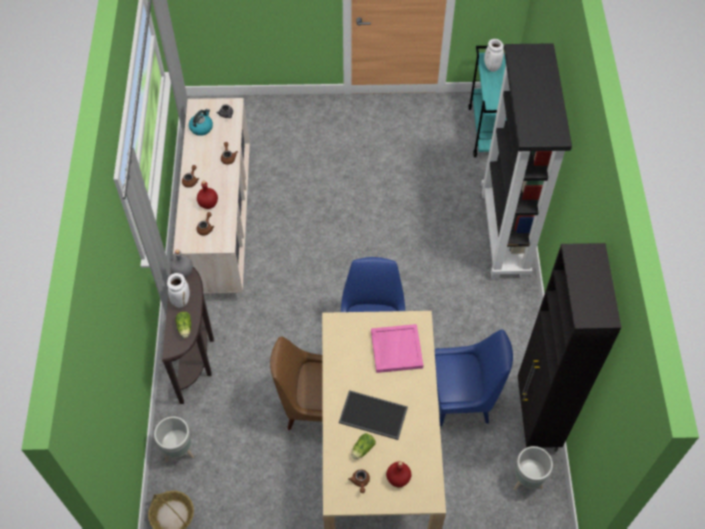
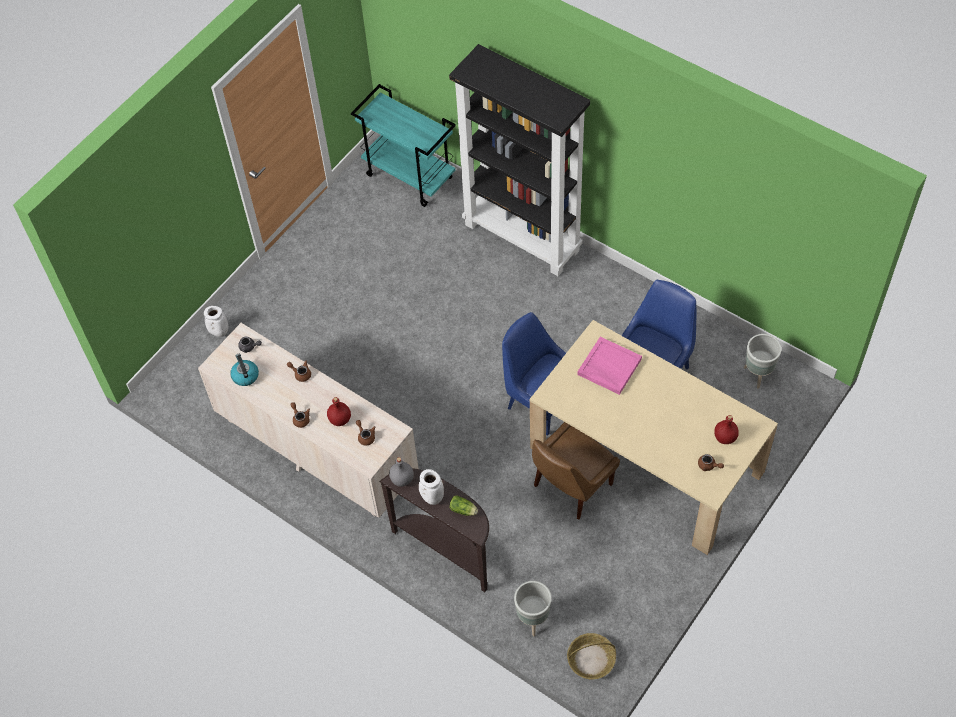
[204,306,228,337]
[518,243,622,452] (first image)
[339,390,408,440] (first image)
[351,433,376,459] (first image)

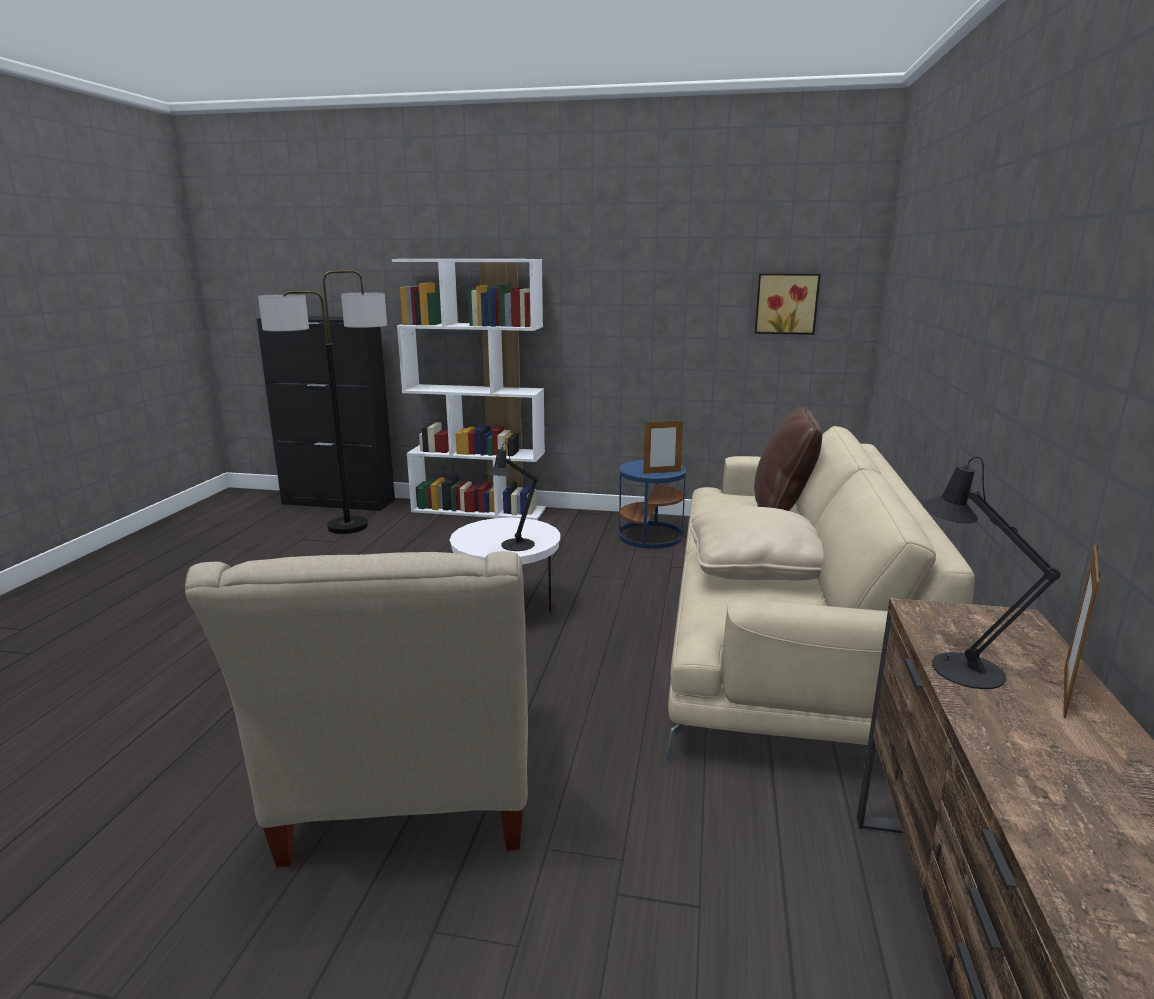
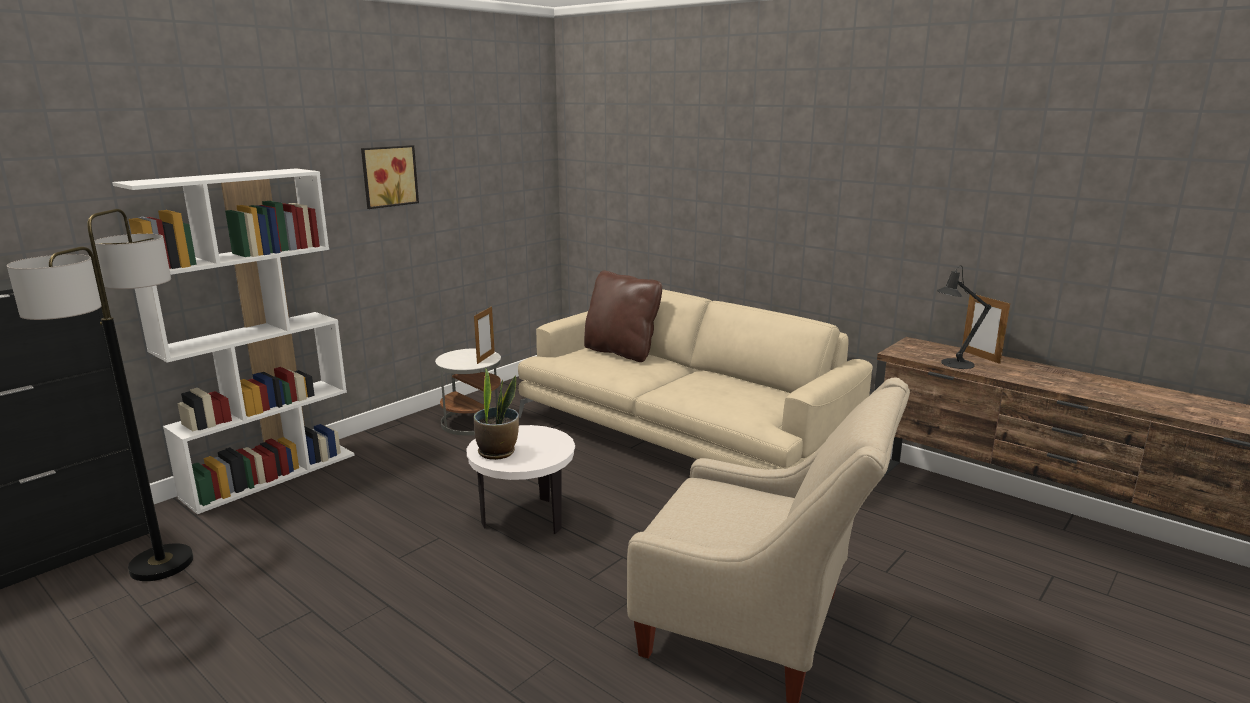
[361,145,419,209]
[486,442,538,551] (first image)
[435,349,501,436]
[690,506,823,581] (first image)
[474,368,519,460]

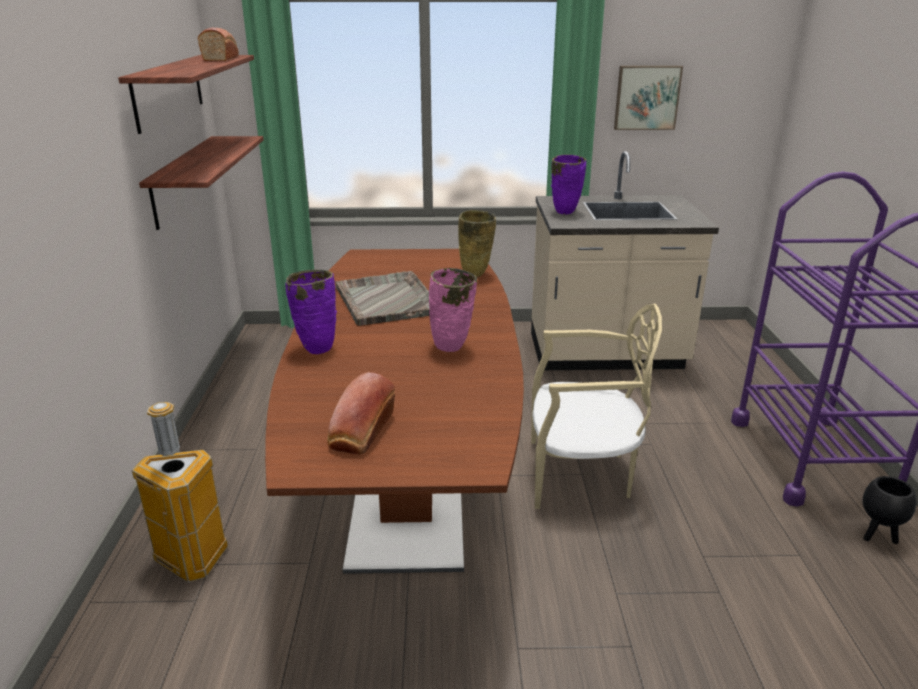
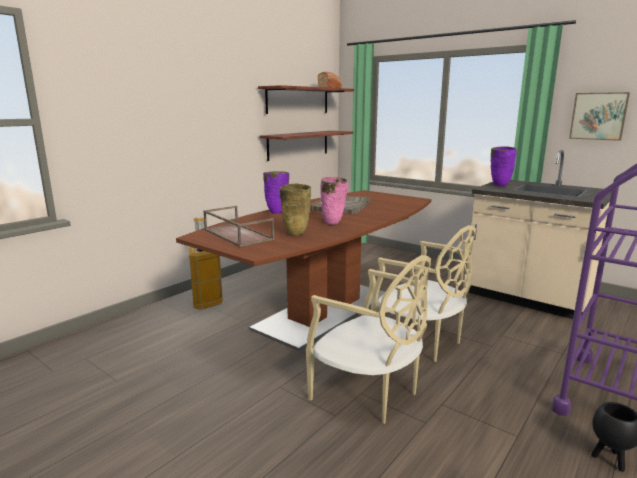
[280,184,311,236]
[203,206,275,247]
[306,255,431,424]

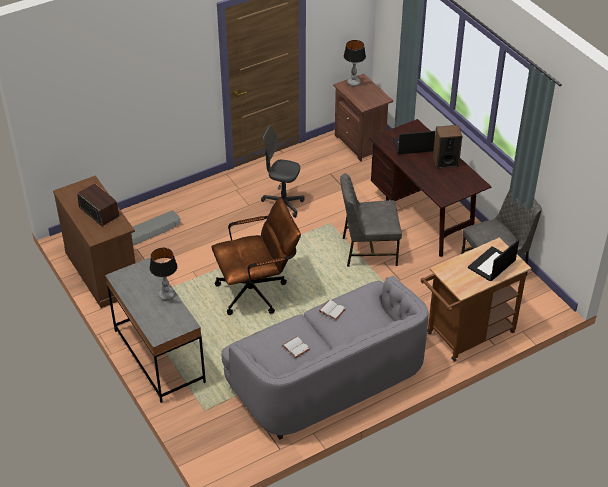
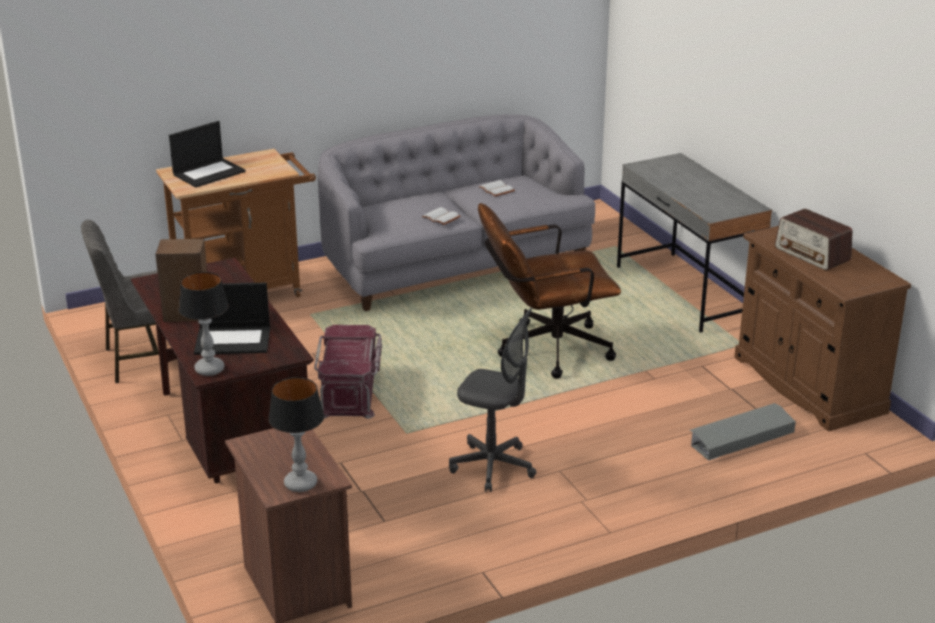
[314,325,382,419]
[179,272,229,376]

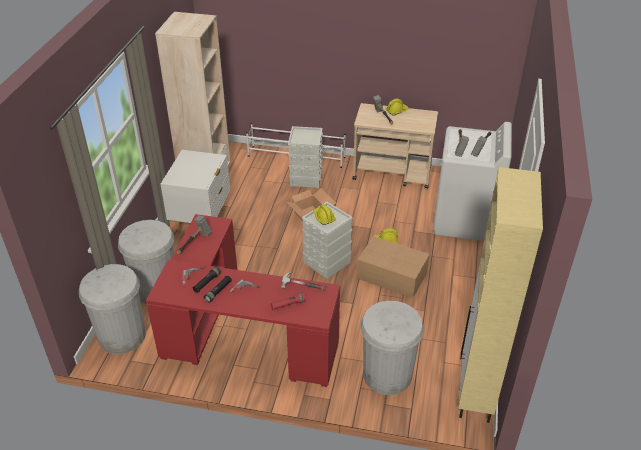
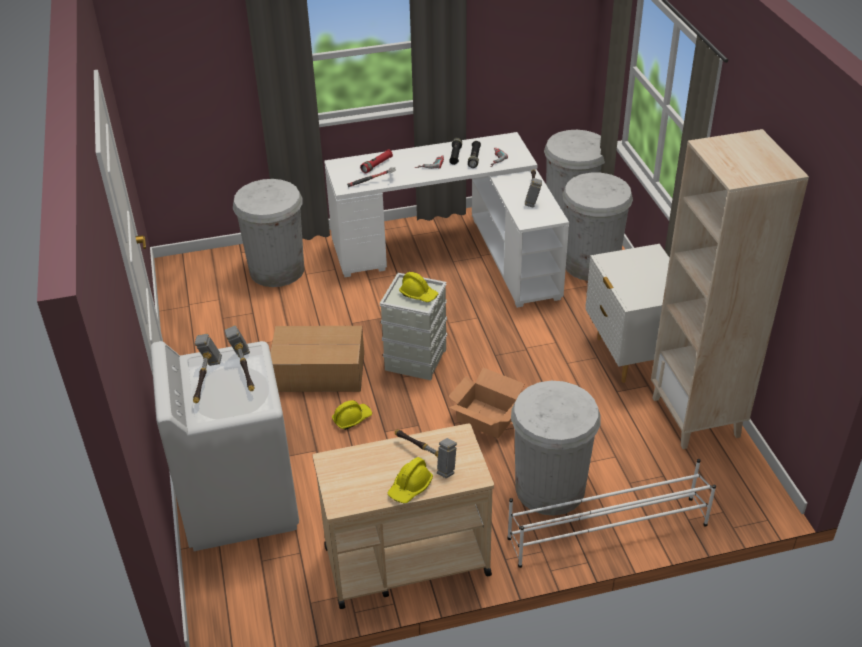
[511,381,601,516]
[458,167,543,423] (first image)
[324,132,569,308]

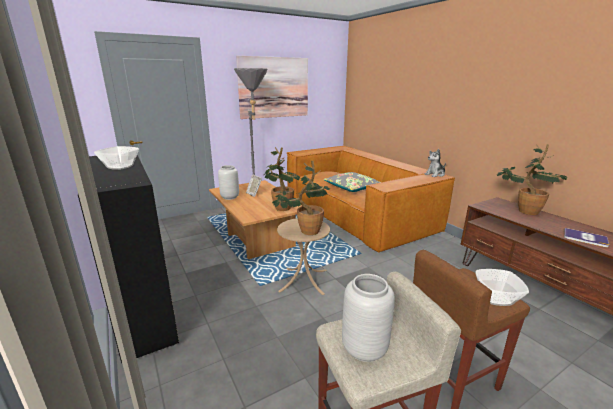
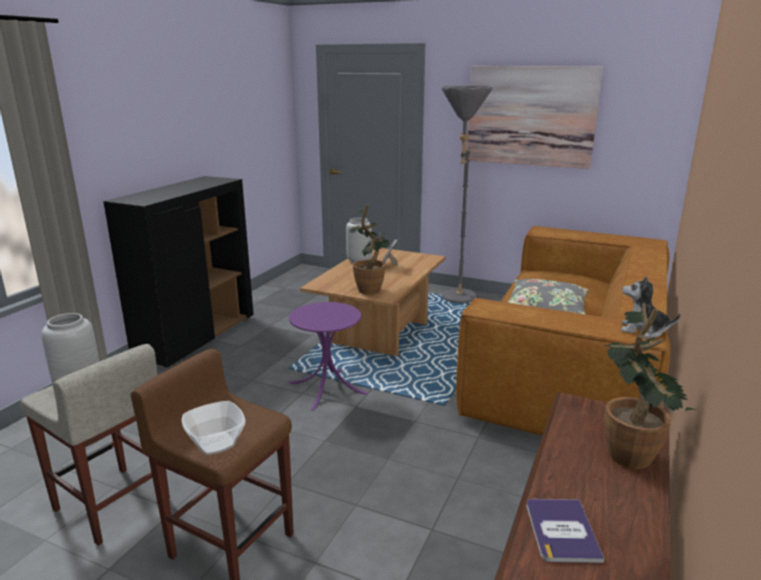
[94,146,139,170] (first image)
[272,161,330,235] (first image)
[289,302,368,410]

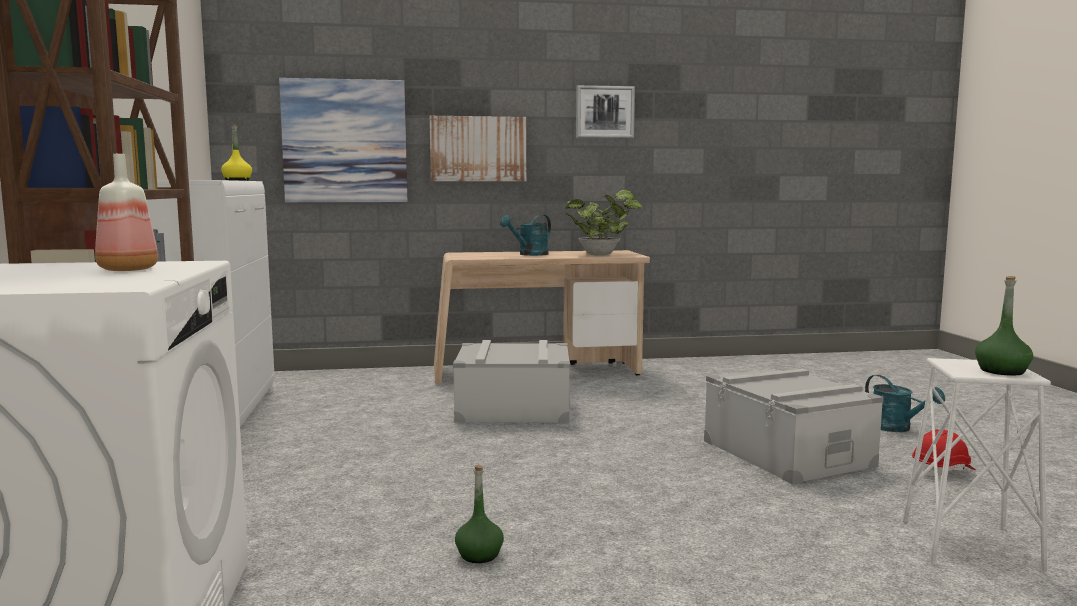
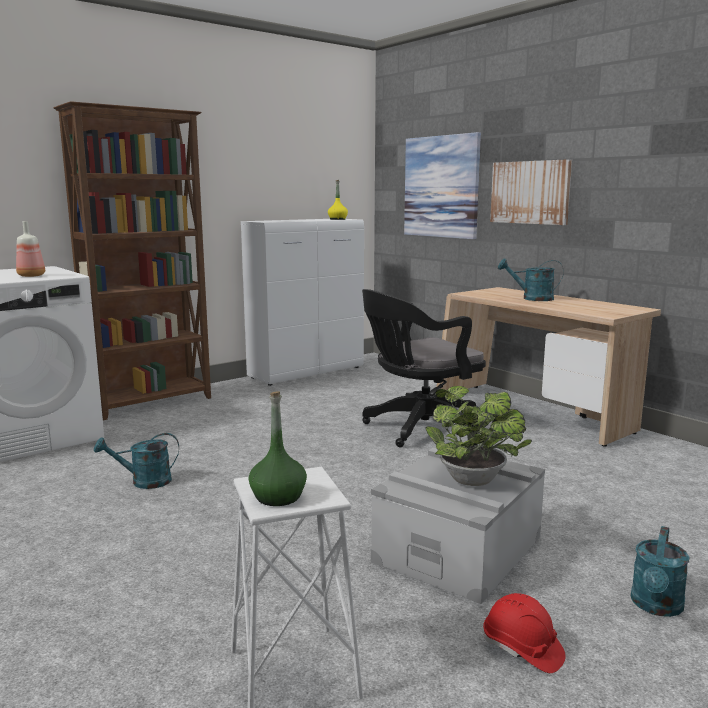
[576,85,635,139] (first image)
[425,386,532,486]
[362,289,486,447]
[94,433,179,489]

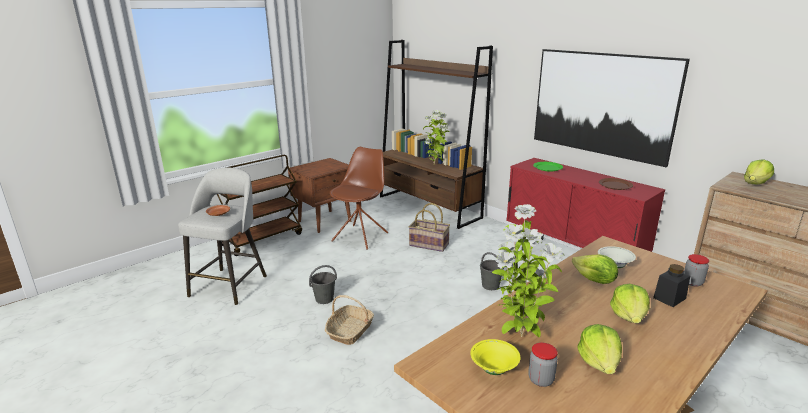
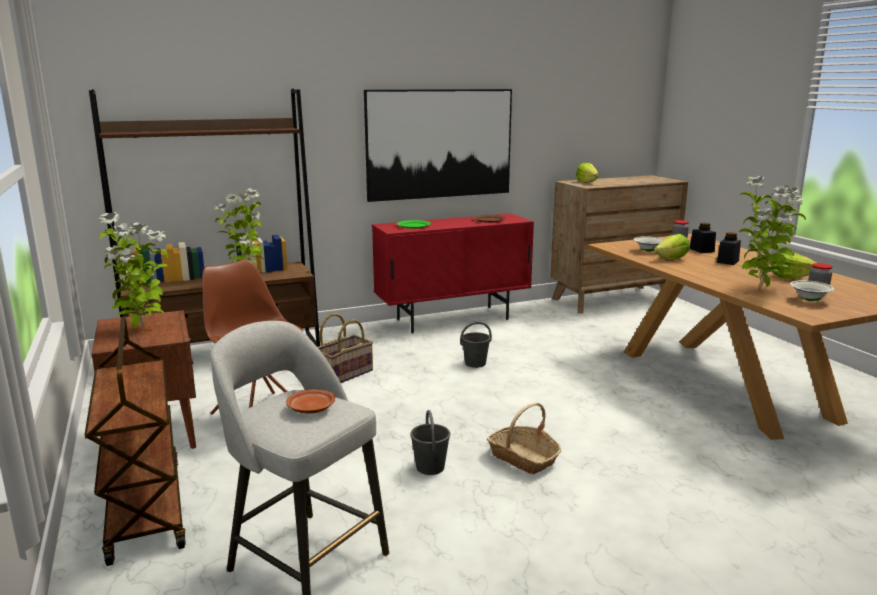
[717,232,741,265]
[790,280,834,301]
[99,212,169,328]

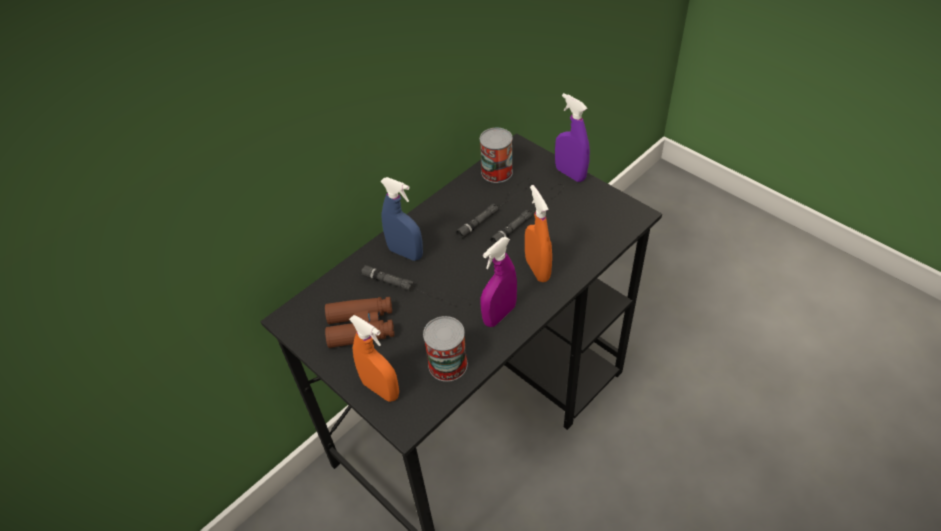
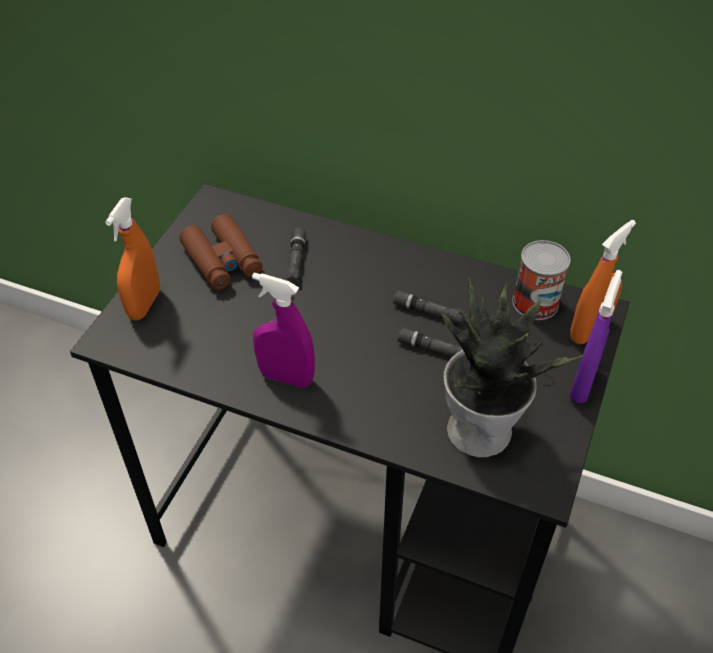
[380,177,423,261] (first image)
[570,220,636,344]
[423,316,468,382] (first image)
[440,278,585,458]

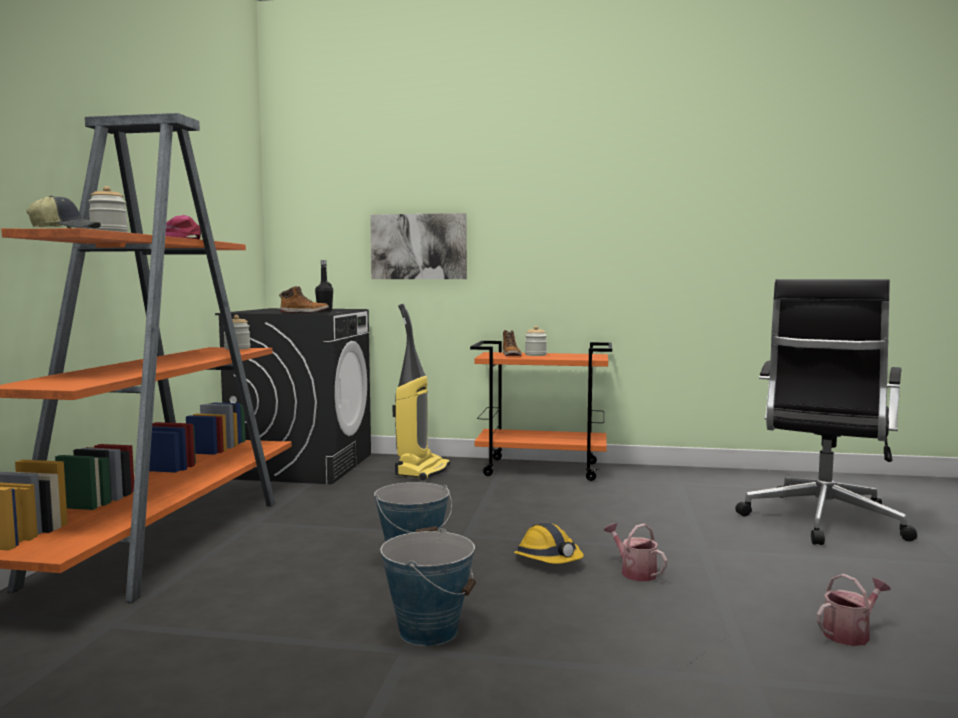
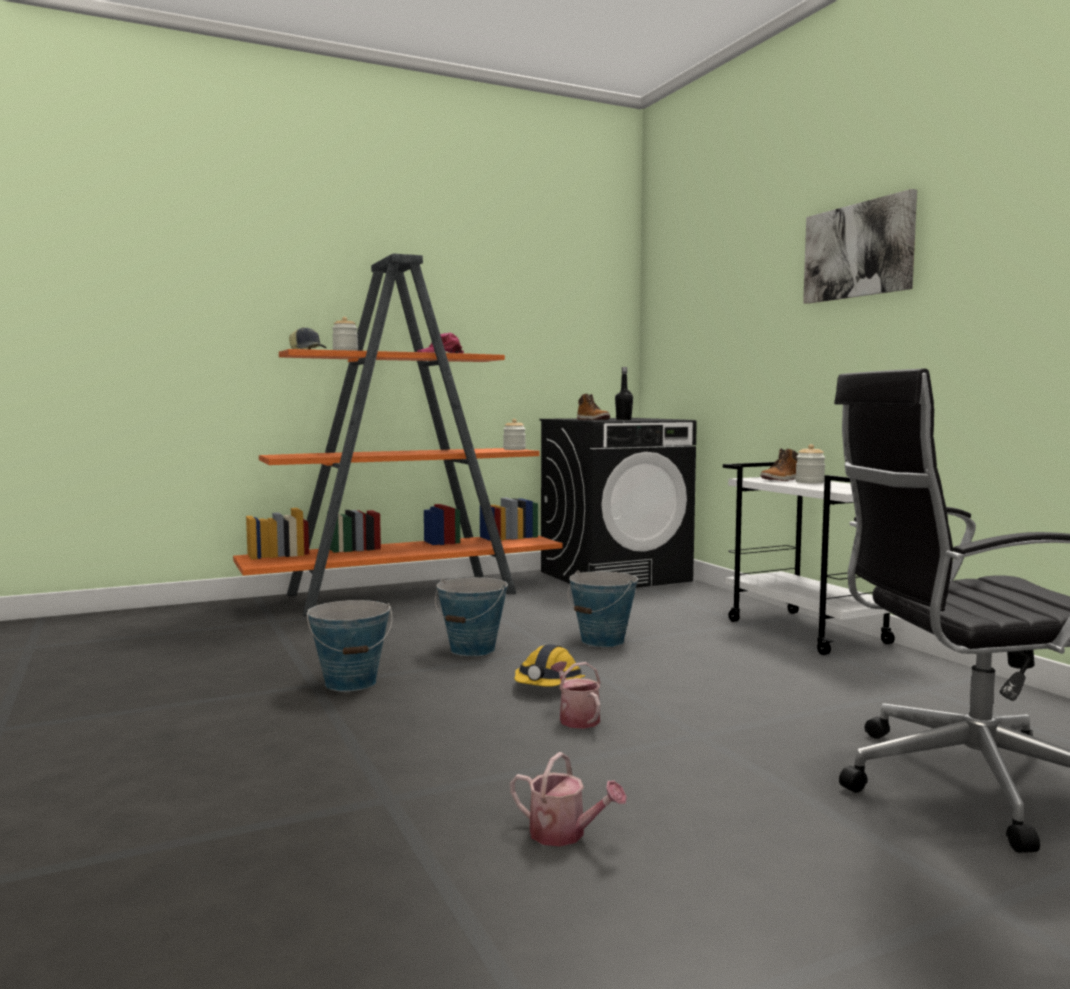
[803,189,917,304]
[393,304,450,480] (first image)
[723,462,895,655]
[551,661,601,729]
[568,570,638,647]

